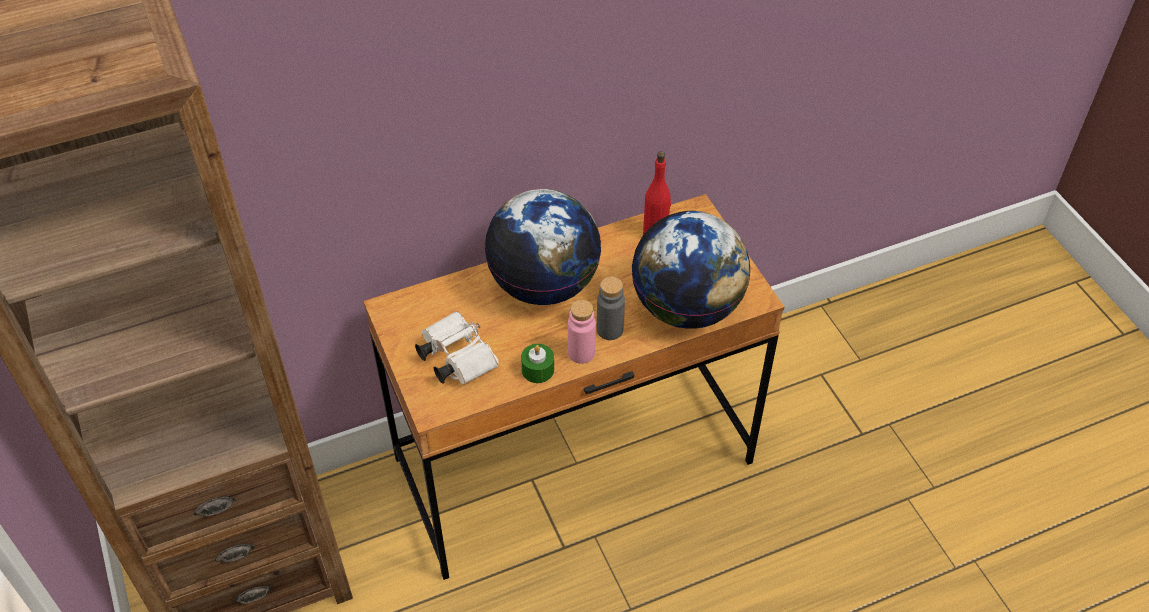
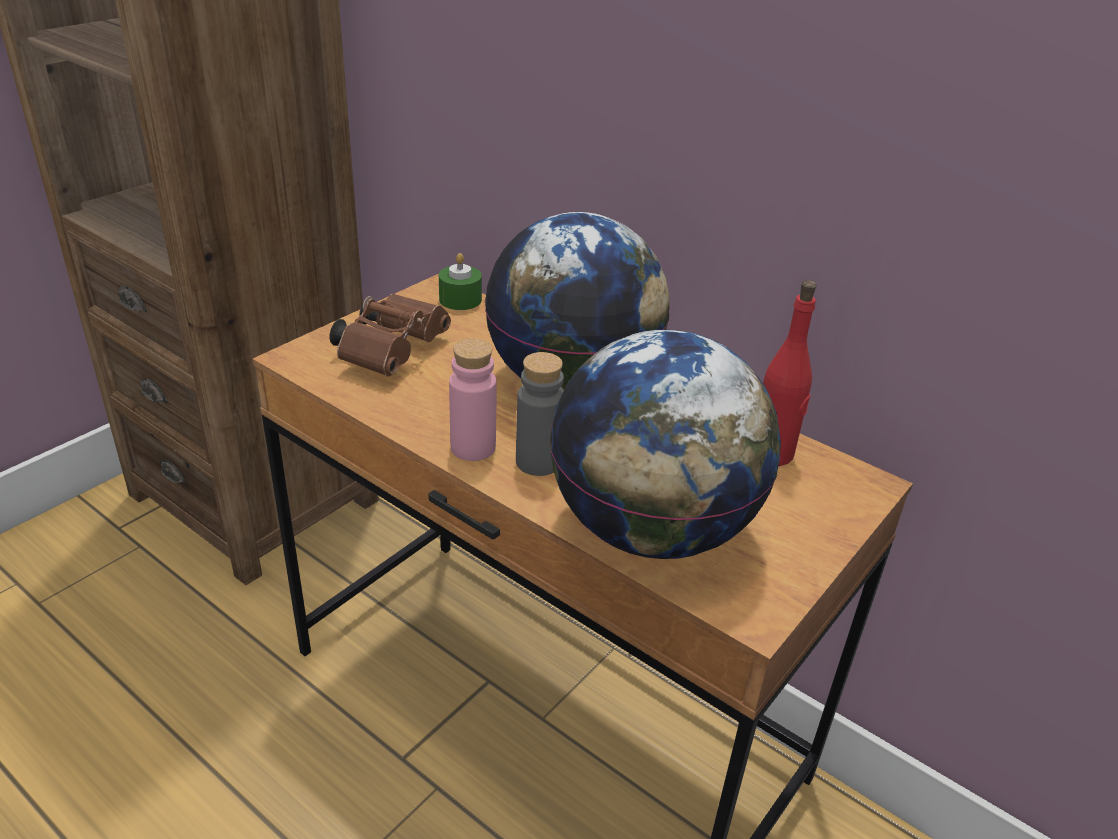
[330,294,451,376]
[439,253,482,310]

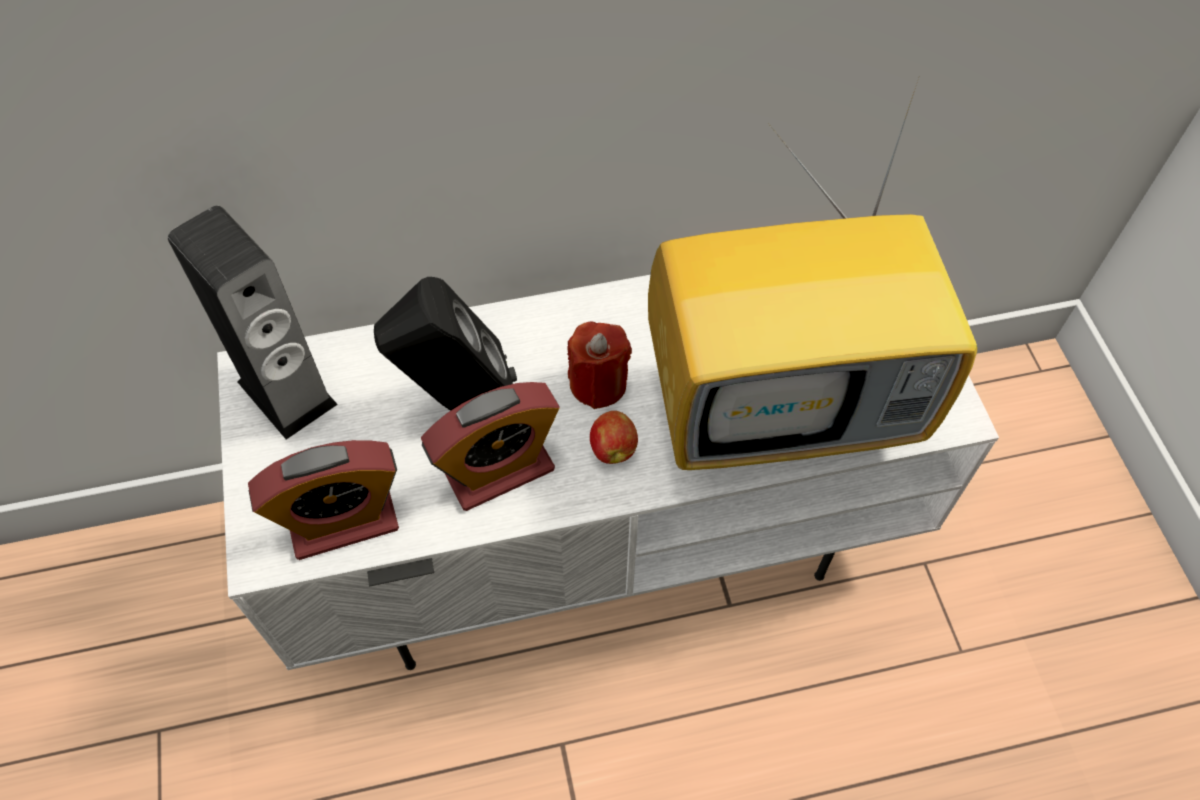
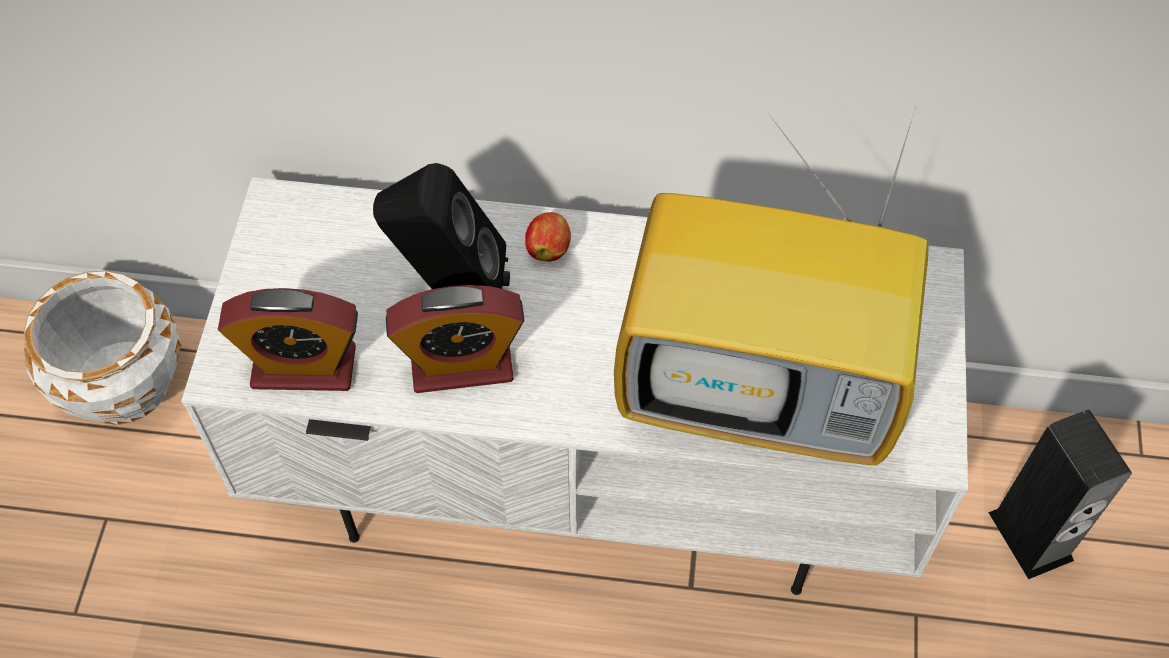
[988,410,1132,579]
[567,321,632,409] (first image)
[525,212,571,261]
[24,271,181,425]

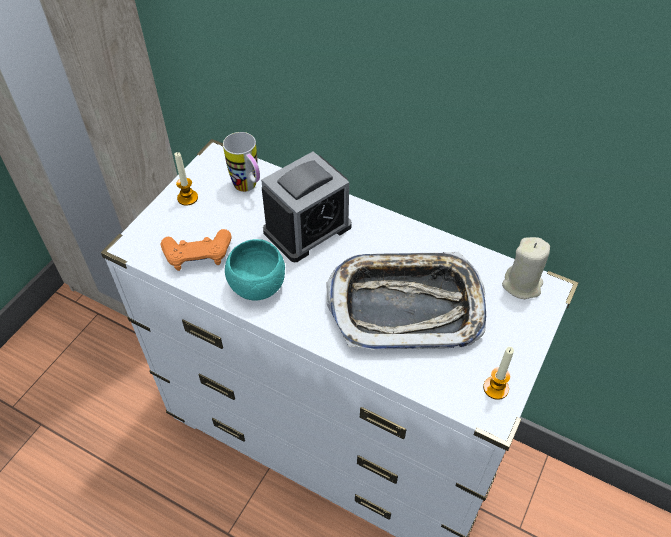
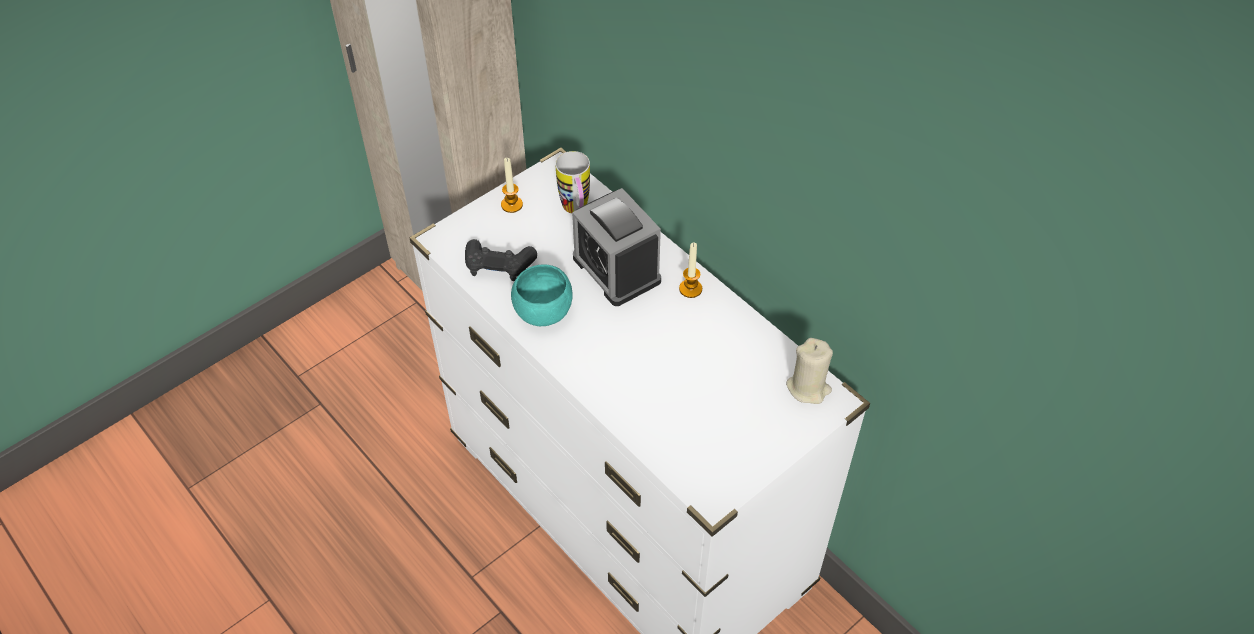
[572,188,661,306]
[465,239,537,281]
[326,252,486,350] (first image)
[679,242,702,298]

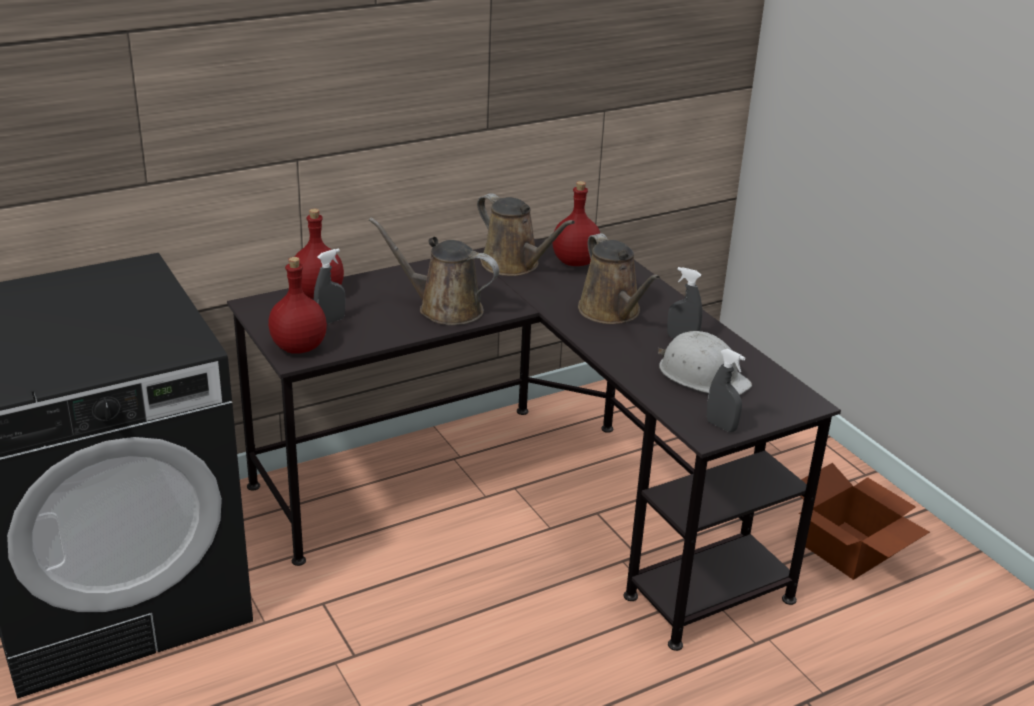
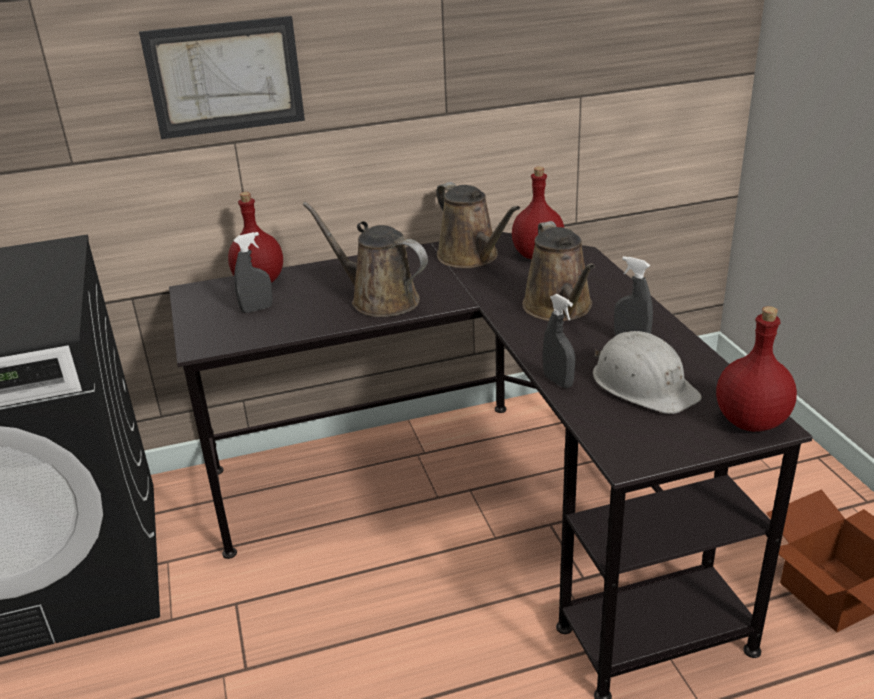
[716,306,797,432]
[543,294,575,388]
[139,16,305,139]

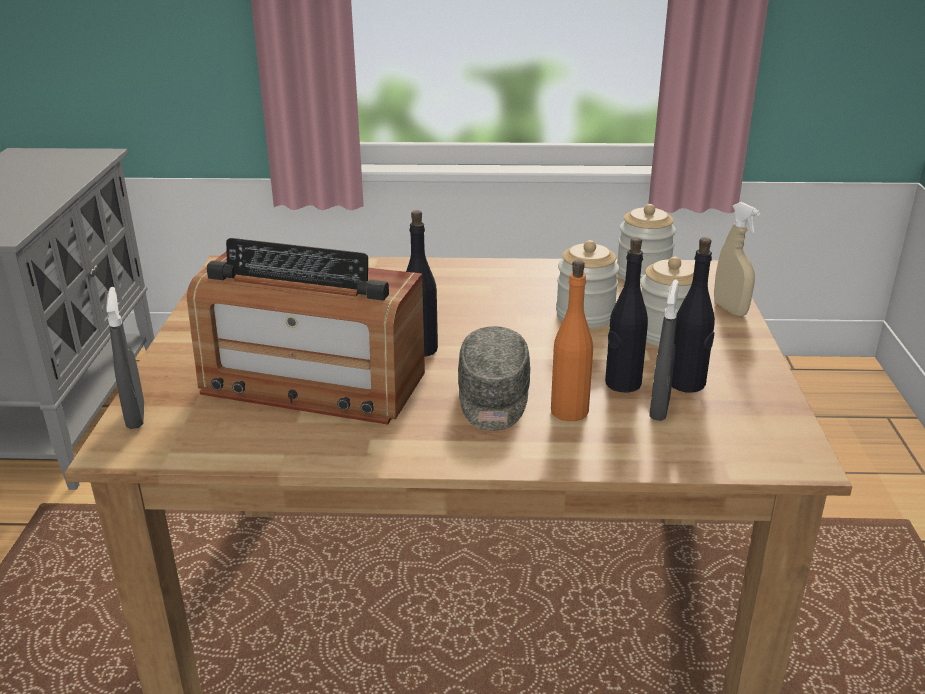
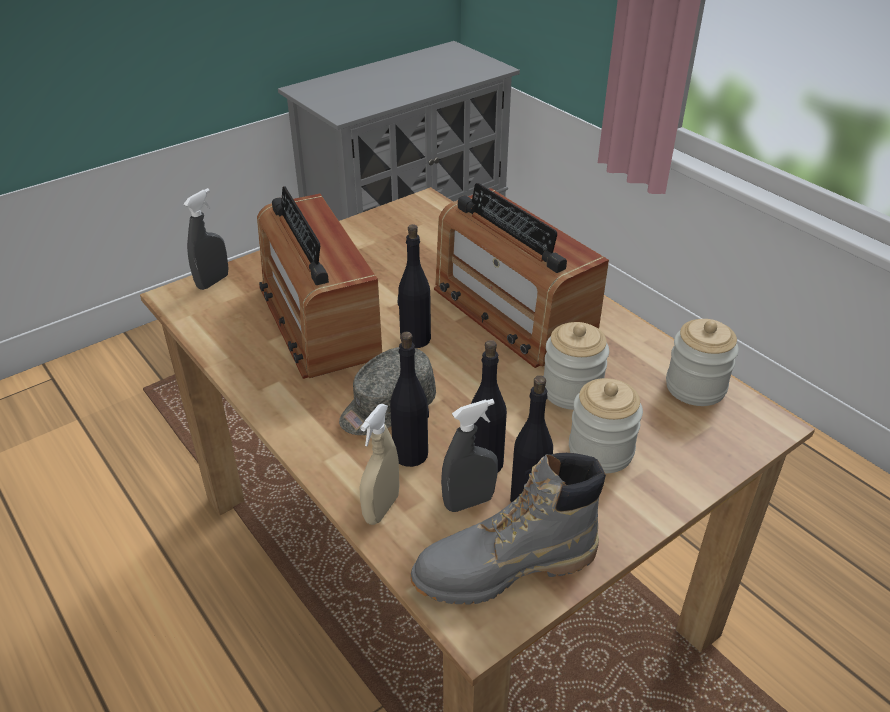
[359,404,400,525]
[390,332,429,467]
[434,183,609,368]
[410,453,606,605]

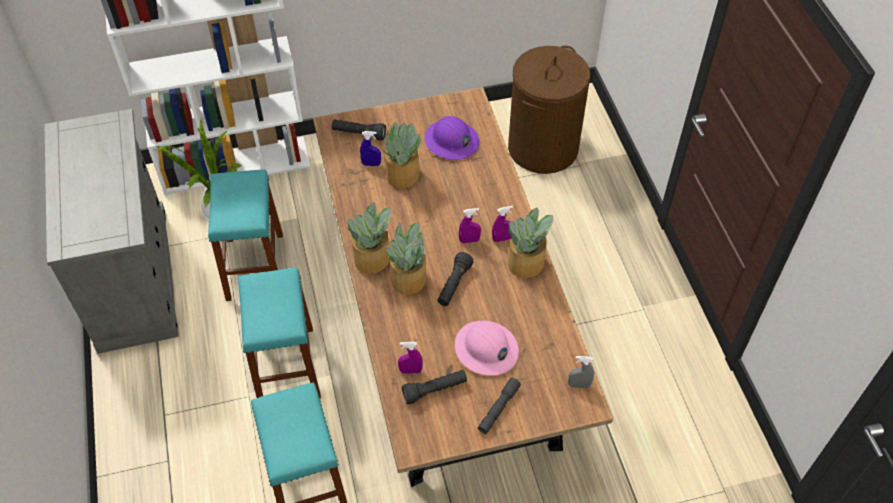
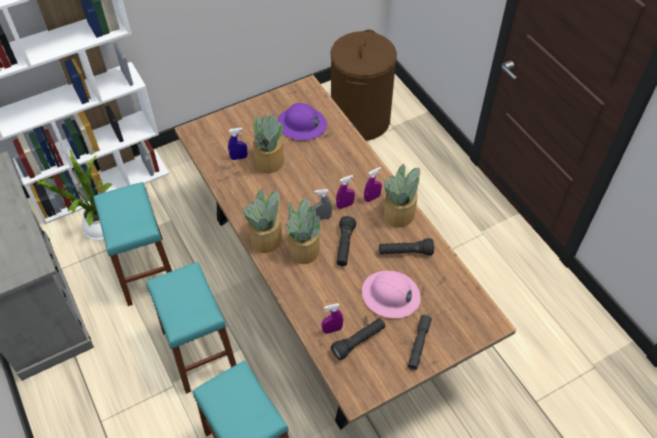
[379,238,434,256]
[313,189,332,220]

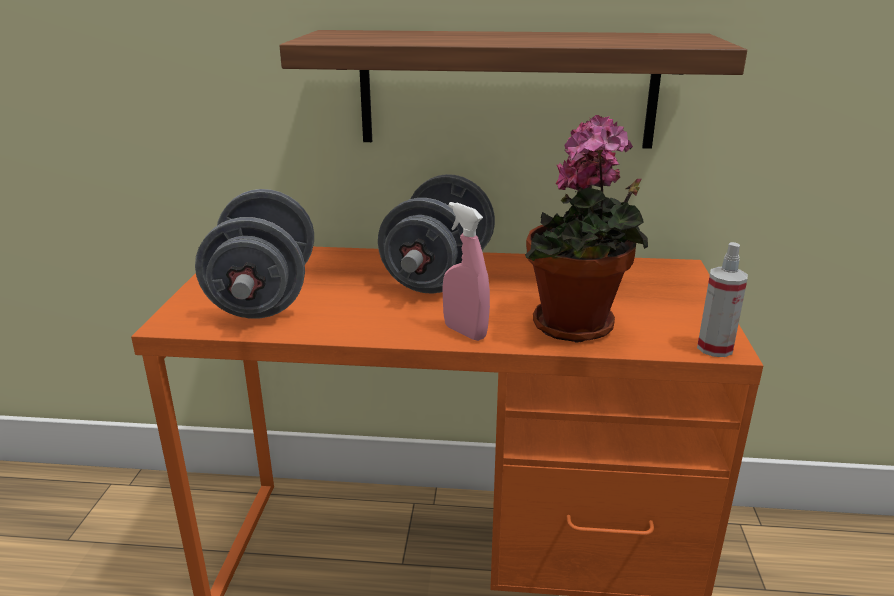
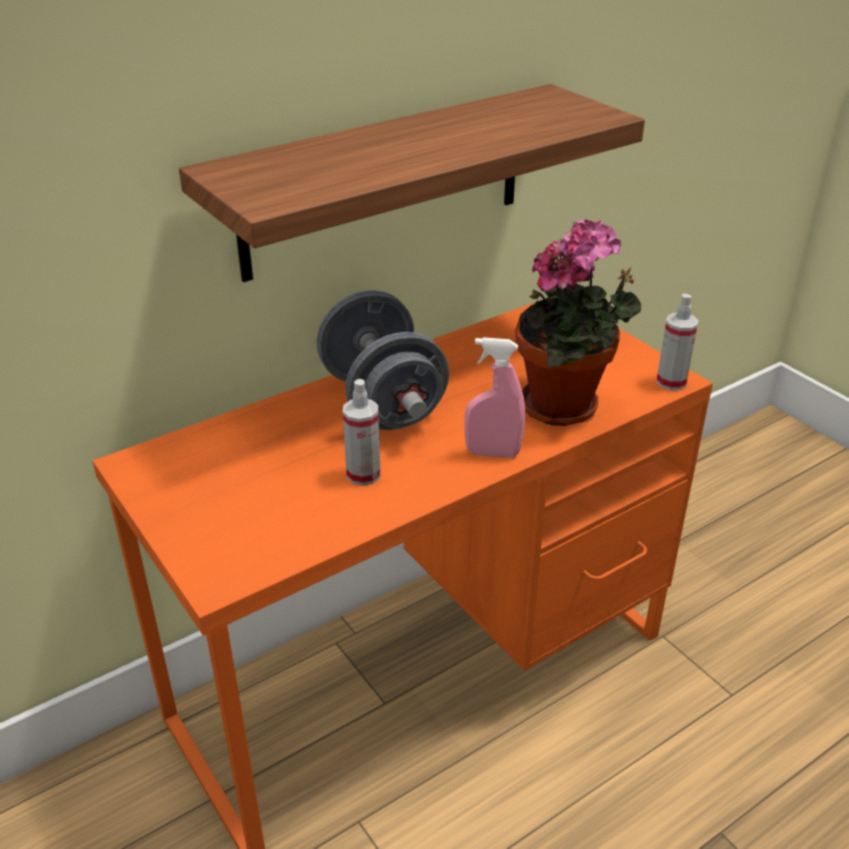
[195,189,314,318] (first image)
[343,379,380,486]

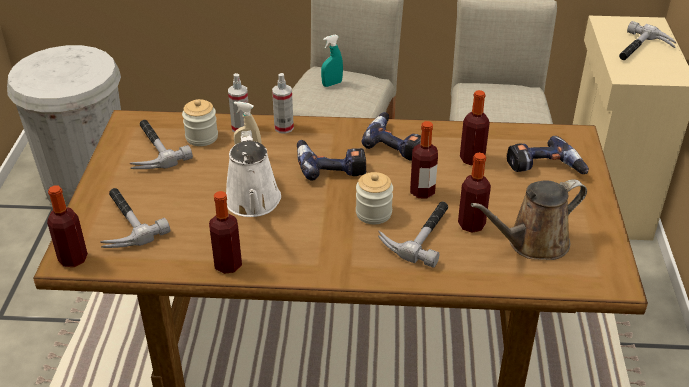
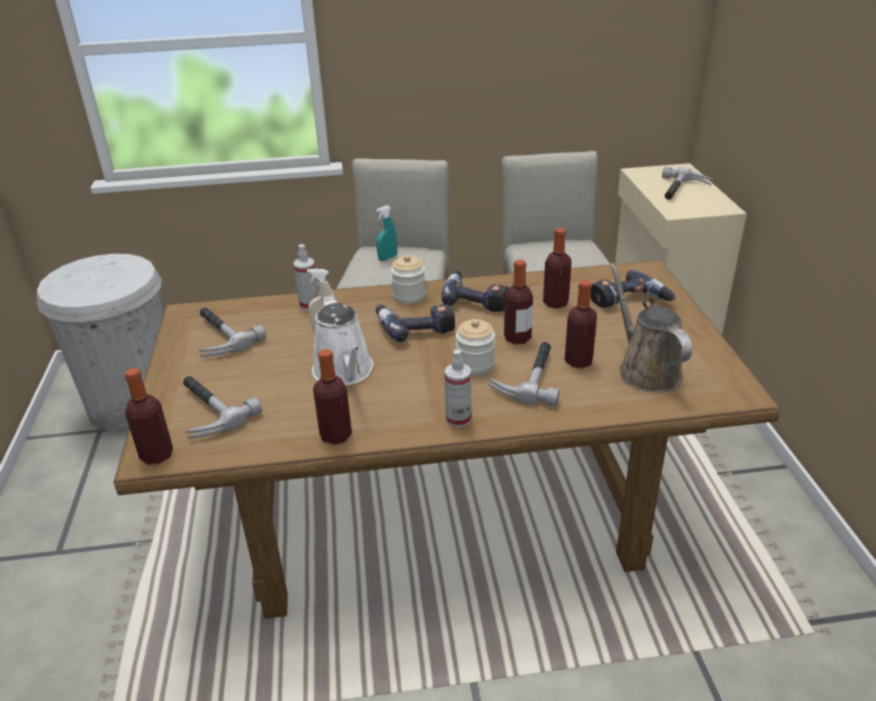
[444,349,471,428]
[391,255,426,304]
[610,263,692,392]

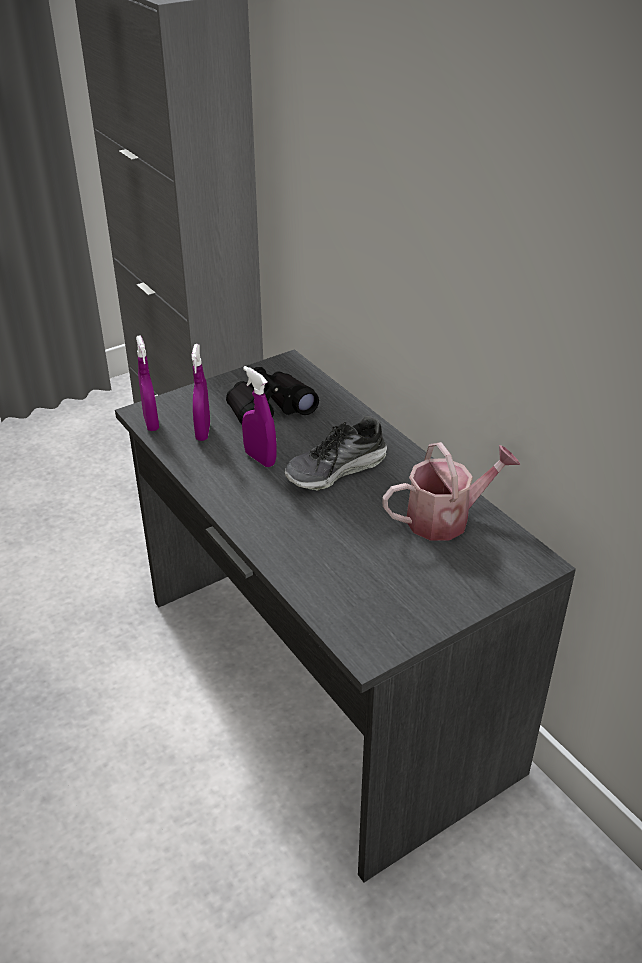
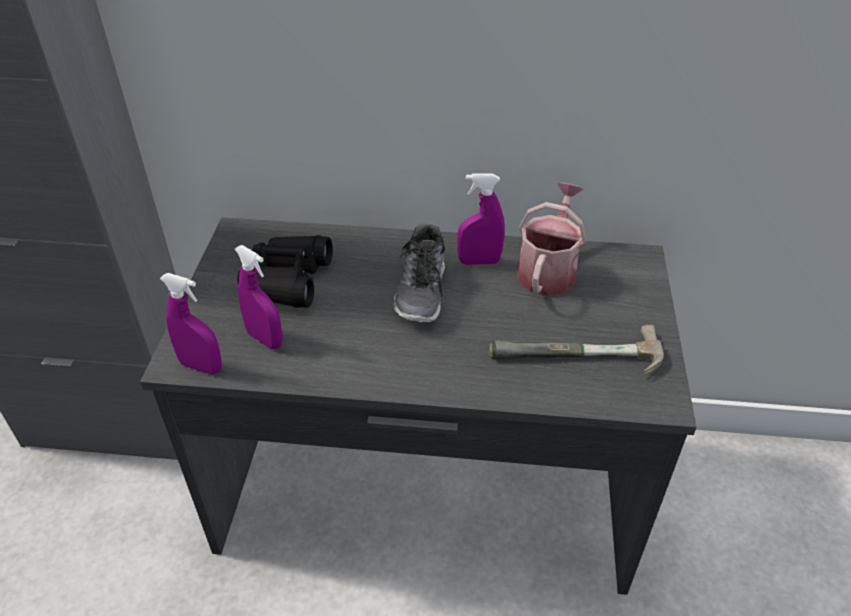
[457,173,505,265]
[489,325,664,378]

